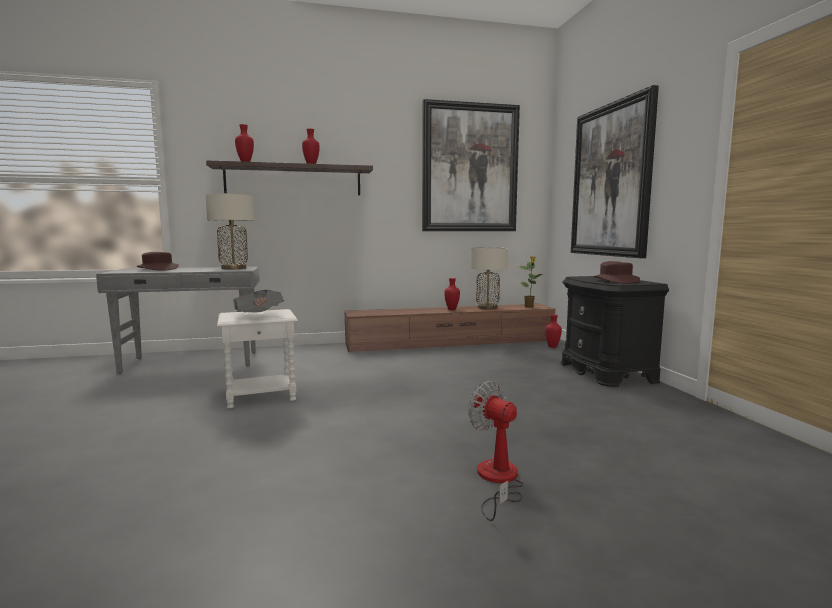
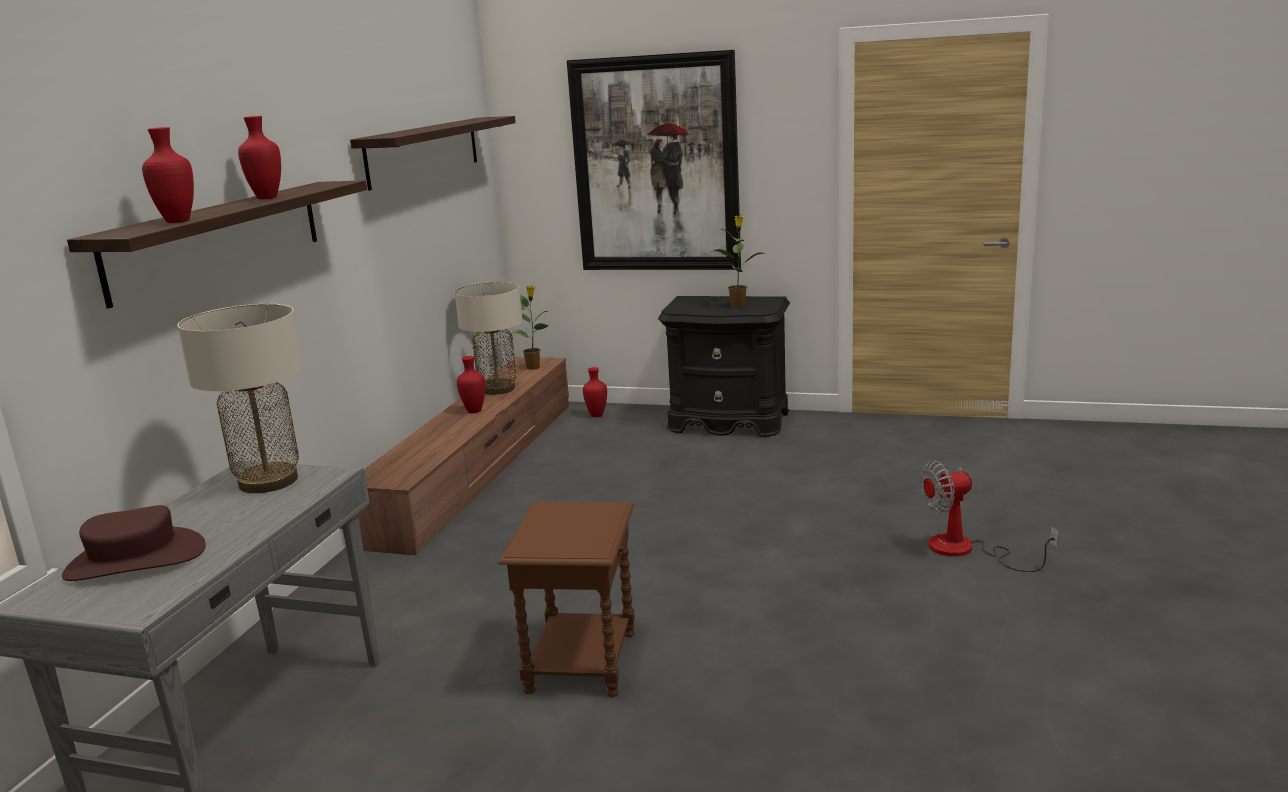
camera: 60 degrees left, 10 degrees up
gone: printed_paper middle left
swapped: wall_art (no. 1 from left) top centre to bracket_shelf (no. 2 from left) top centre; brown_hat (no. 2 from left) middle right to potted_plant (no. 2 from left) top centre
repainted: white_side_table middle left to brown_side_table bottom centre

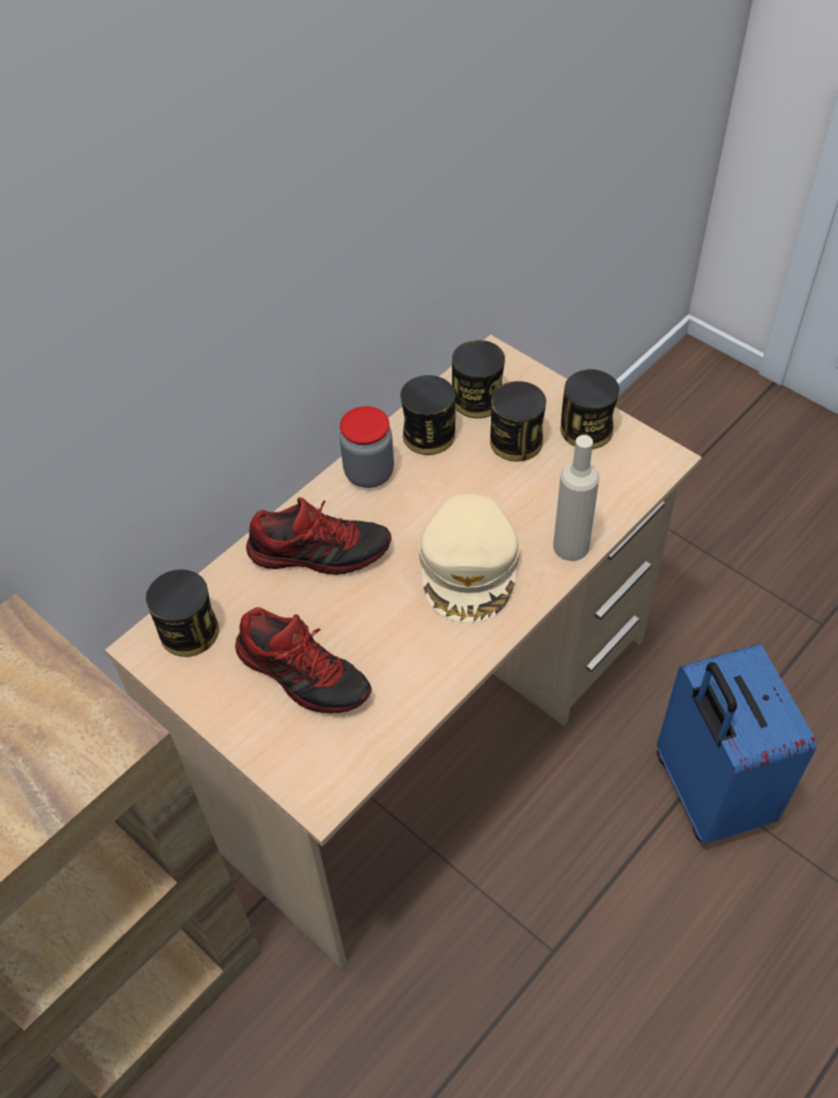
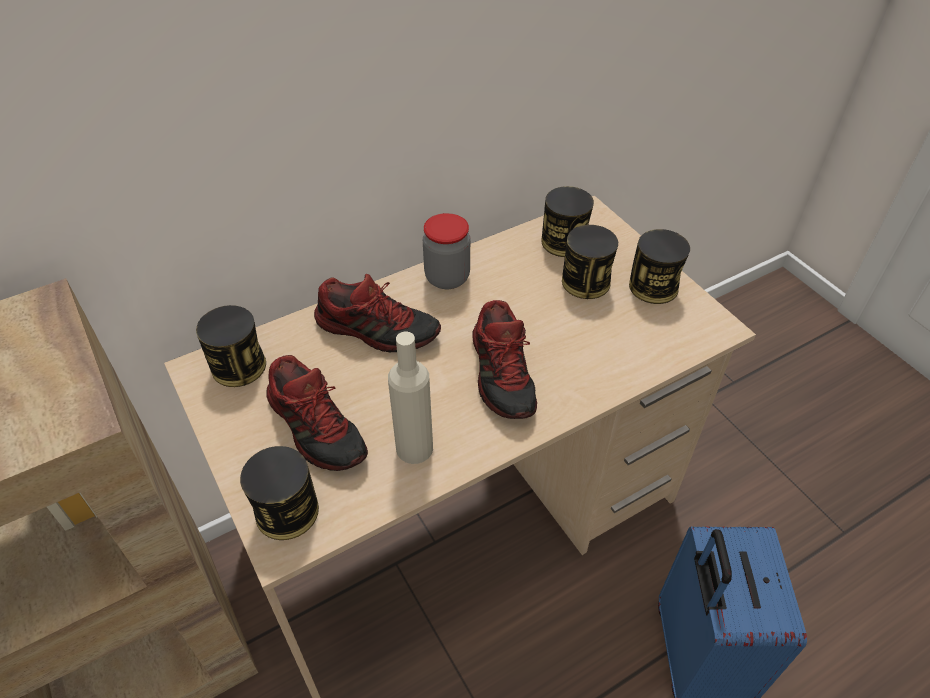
camera: 15 degrees right, 5 degrees down
shifted: sealed_can (no. 2 from left) centre to bottom left; beige-coloured_beverage_bottle middle right to centre
swapped: beige-coloured_cap centre to shoe (no. 3 from left) centre

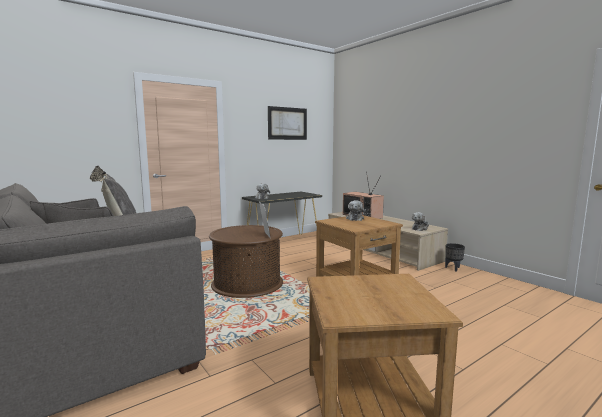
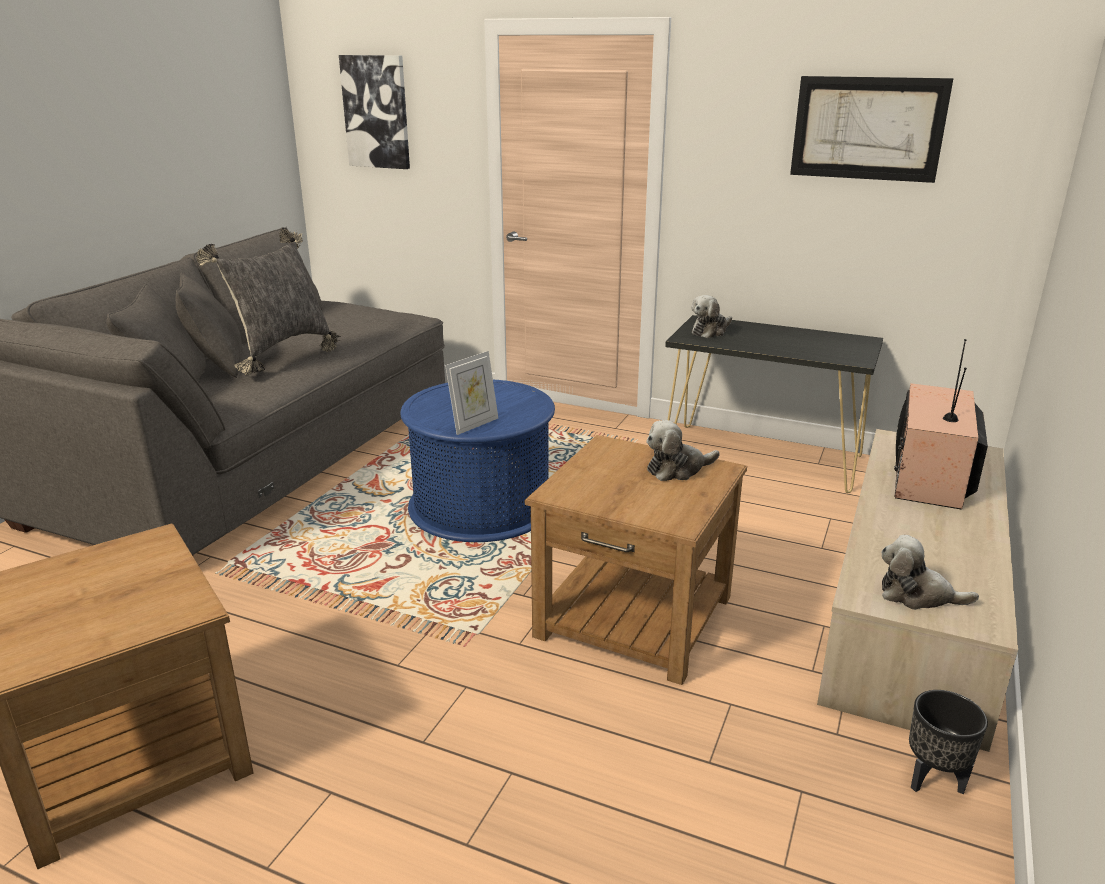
camera: 60 degrees right, 15 degrees up
new: wall_art (no. 1 from left) top centre
repainted: brown_coffee_table centre to blue_coffee_table centre

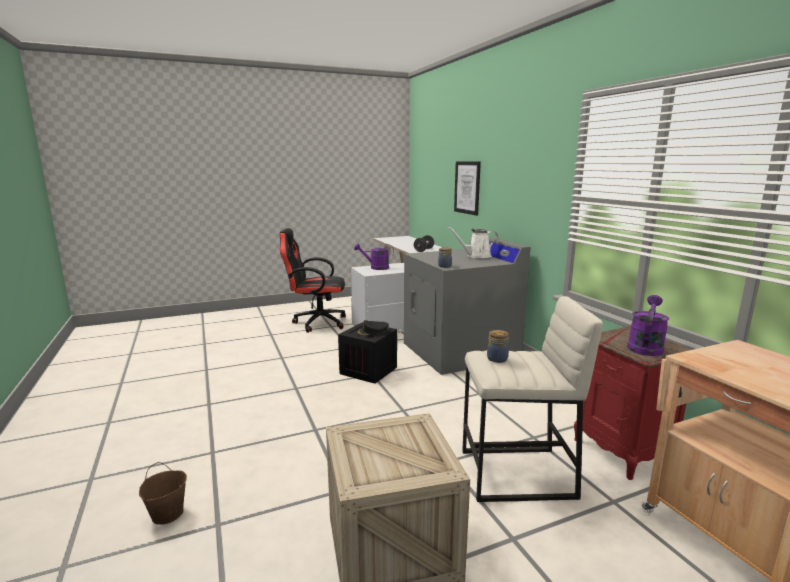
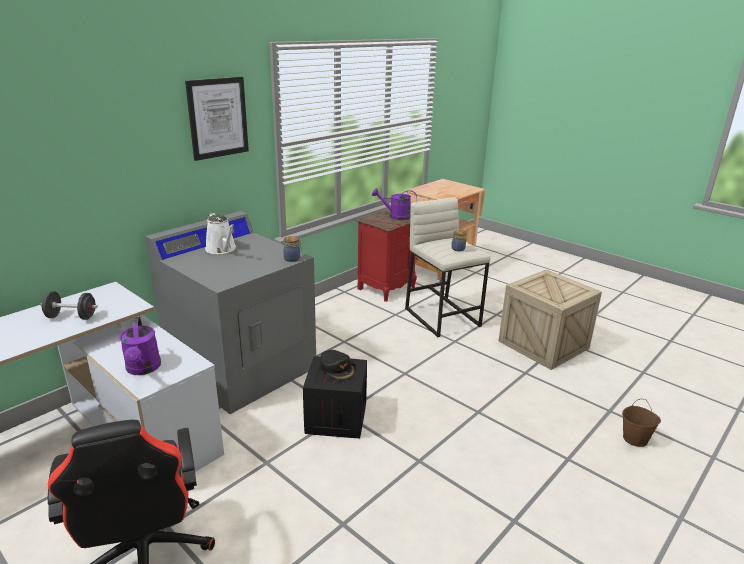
camera: 115 degrees left, 10 degrees up
shifted: wall_art top centre to top left

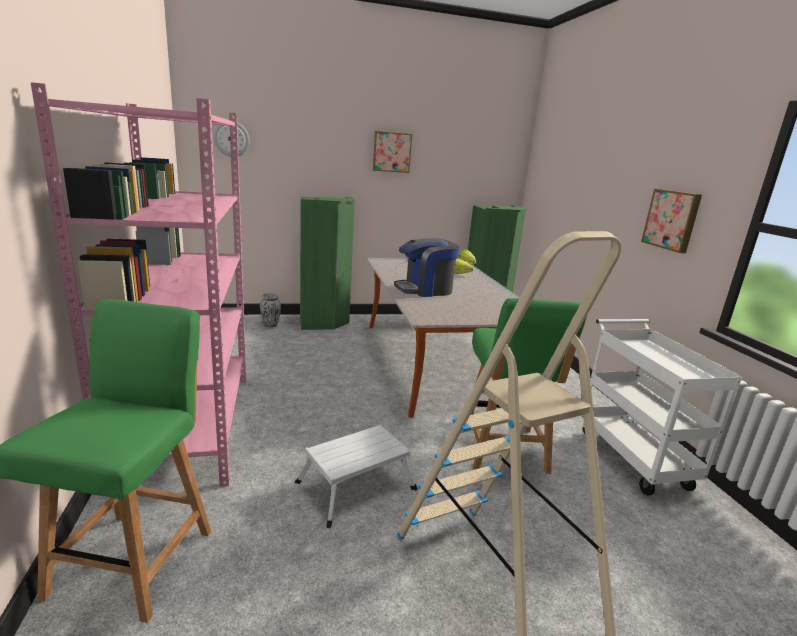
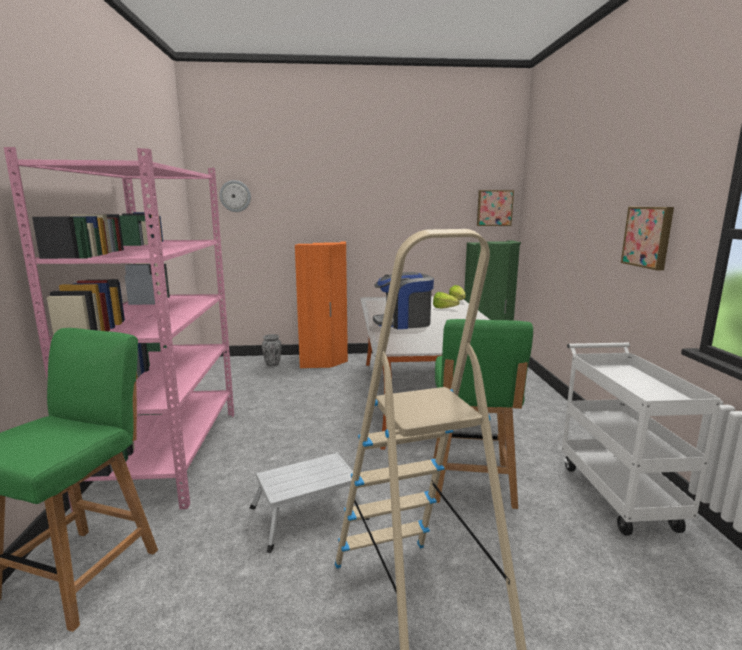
camera: 10 degrees right, 5 degrees down
shifted: wall_art (no. 1 from left) top centre to top right
repainted: green_storage_cabinet (no. 1 from left) centre to orangey_storage_cabinet centre

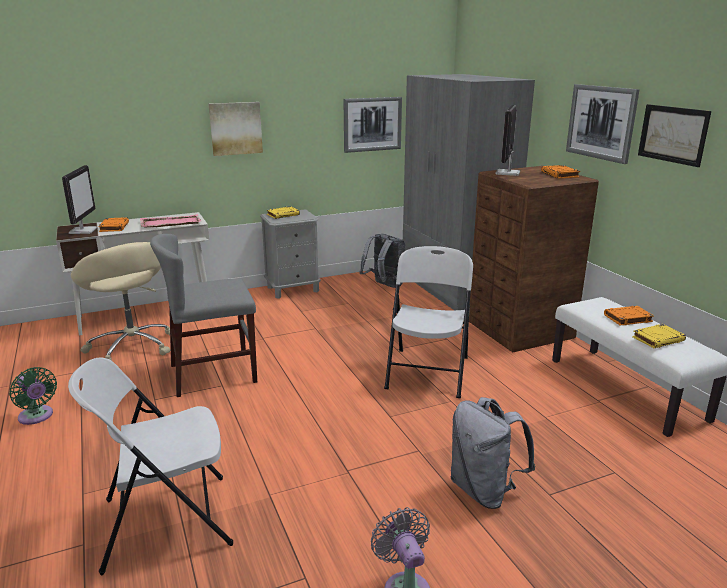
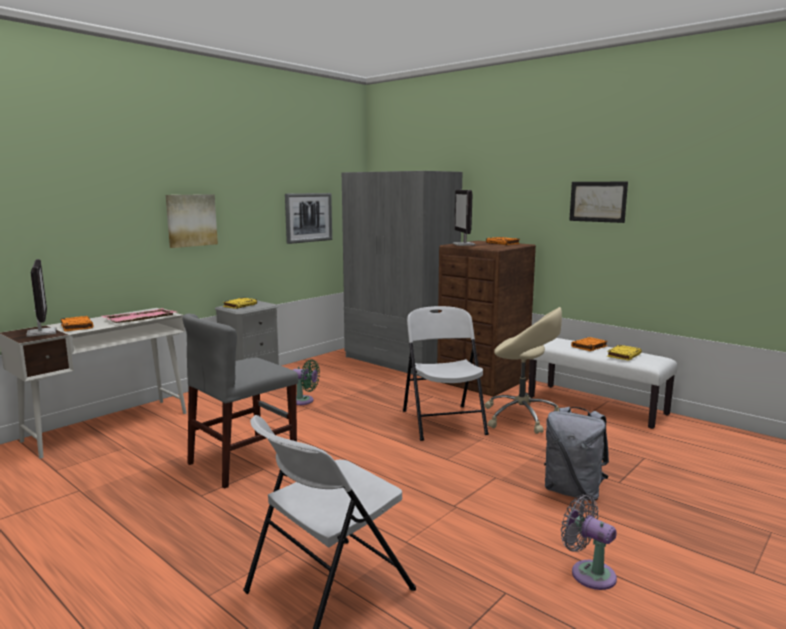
camera: 25 degrees left, 10 degrees down
gone: greyish_backpack (no. 1 from left) centre; wall_art (no. 3 from left) top right
shifted: green_electric_fan bottom left to centre; beige-coloured_desk_chair middle left to centre

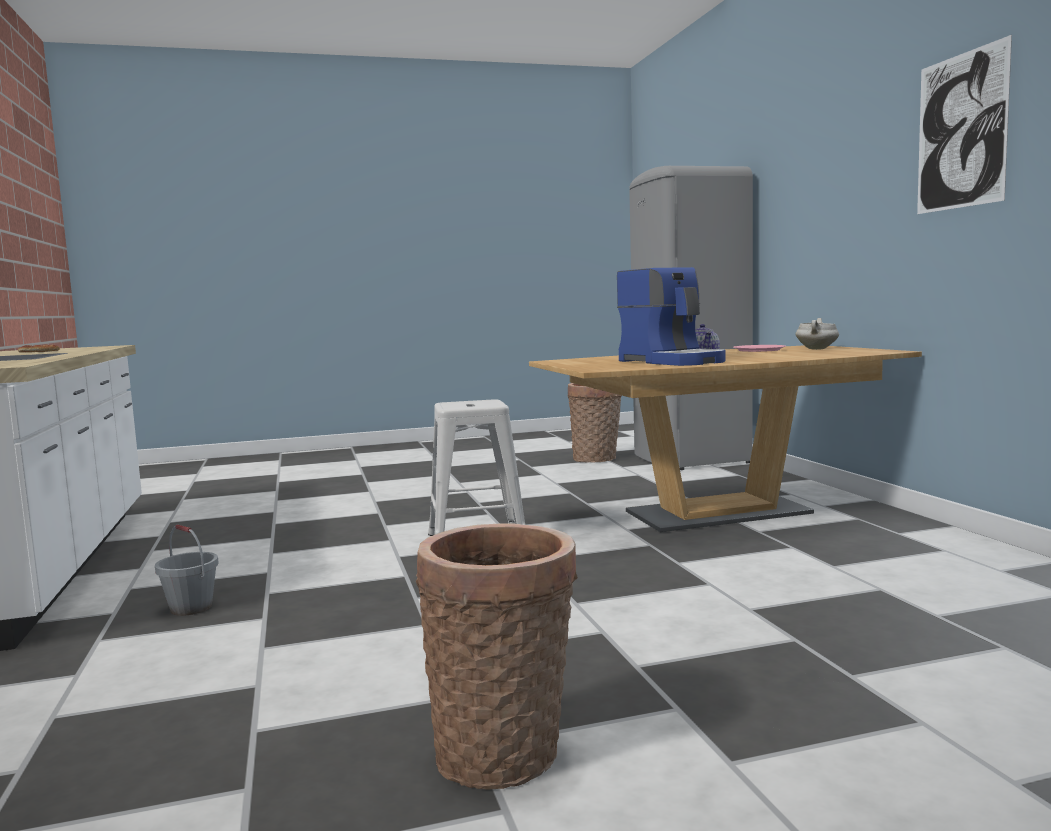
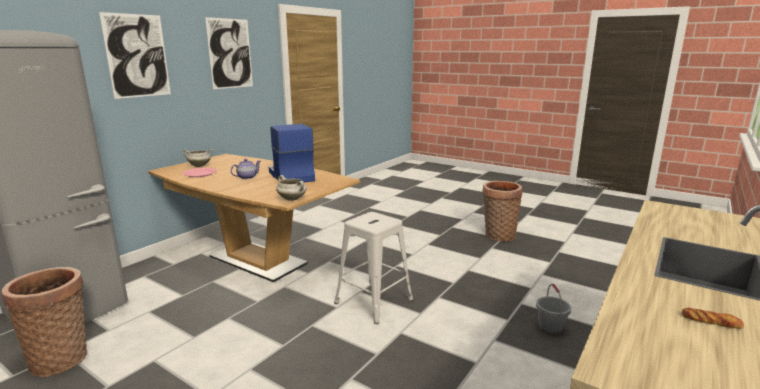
camera: 130 degrees left, 10 degrees up
new: wall_art (no. 1 from left) top left; white_cooking_pot (no. 2 from left) centre
rotated: coffee_brewer centre = centre 45 degrees counterclockwise

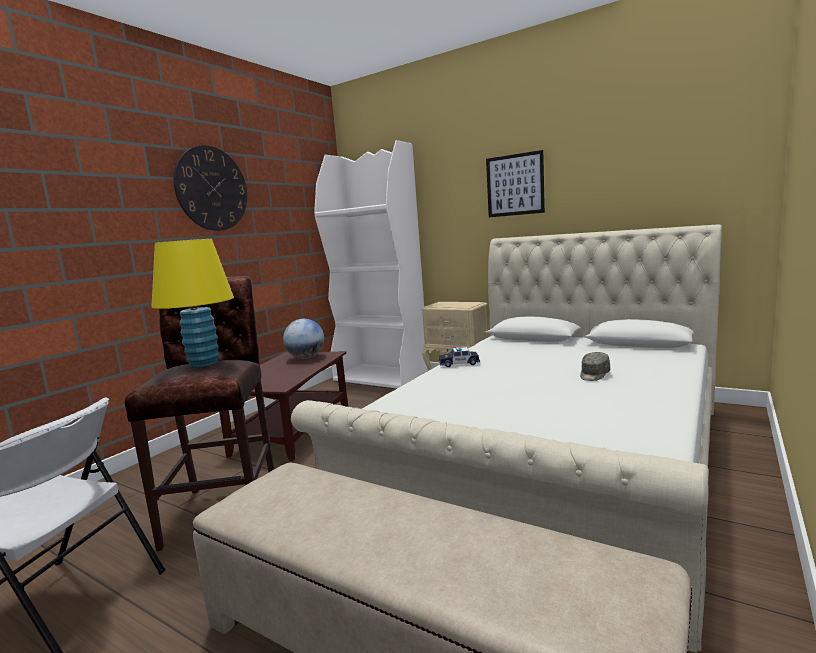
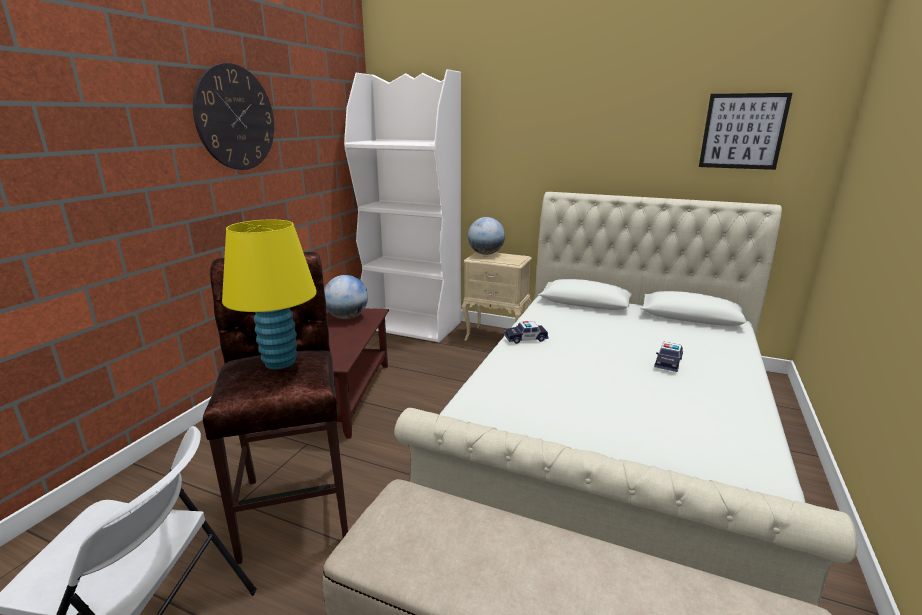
camera: 10 degrees left, 10 degrees up
new: world_globe (no. 2 from left) centre
shifted: wall_art top centre to top right
swapped: greyish_cap middle right to miniature_car (no. 2 from left) middle right

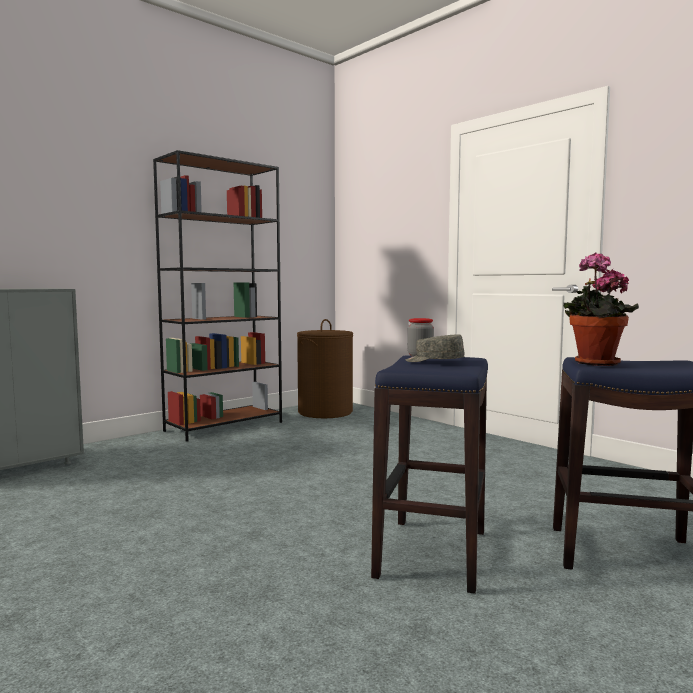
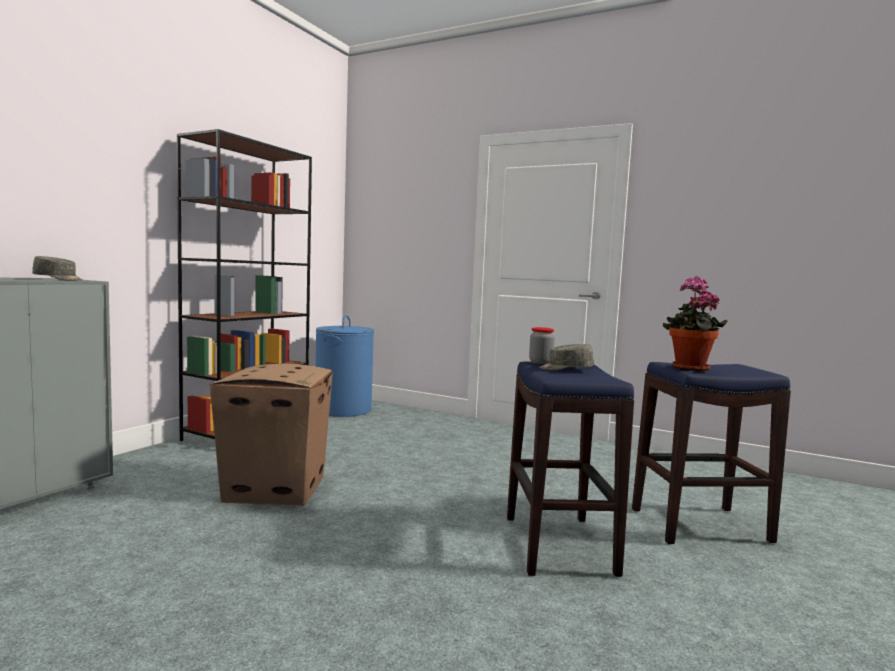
camera: 20 degrees left, 0 degrees up
new: greyish_cap (no. 1 from left) middle left; cardboard_box middle left
repainted: brown_laundry_basket centre to blue_laundry_basket centre

